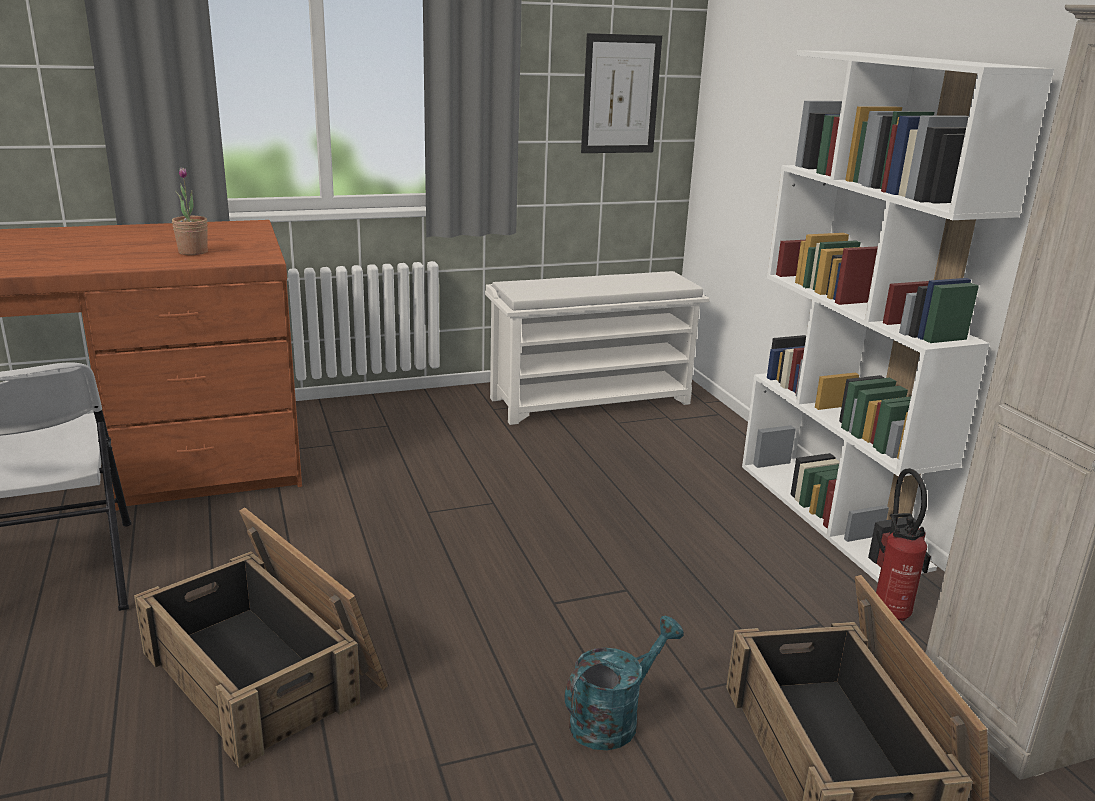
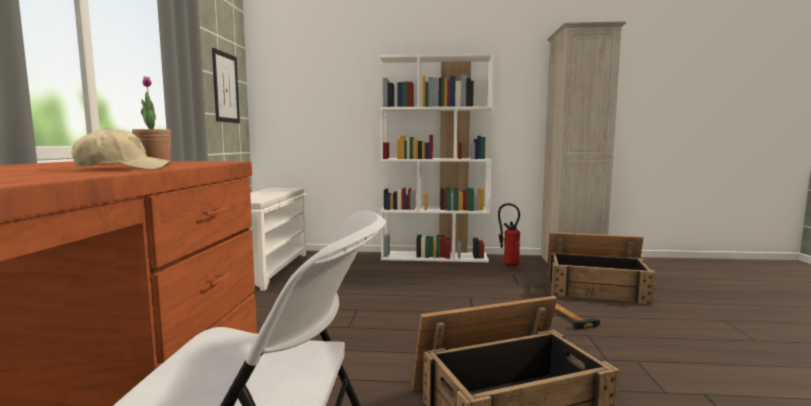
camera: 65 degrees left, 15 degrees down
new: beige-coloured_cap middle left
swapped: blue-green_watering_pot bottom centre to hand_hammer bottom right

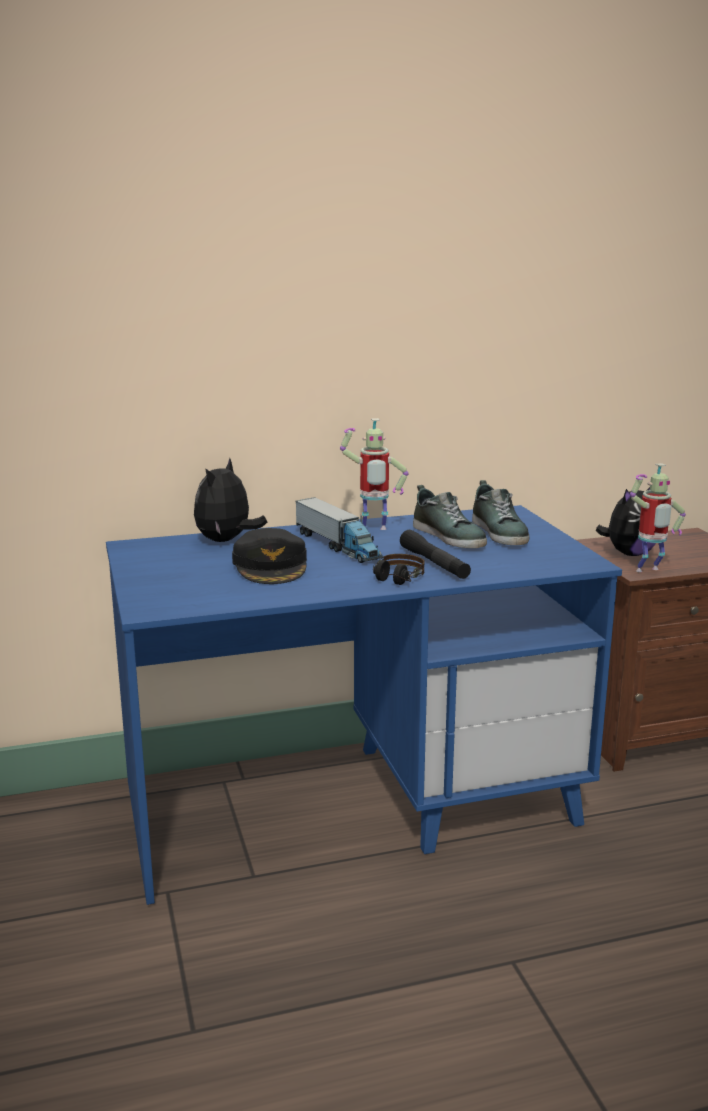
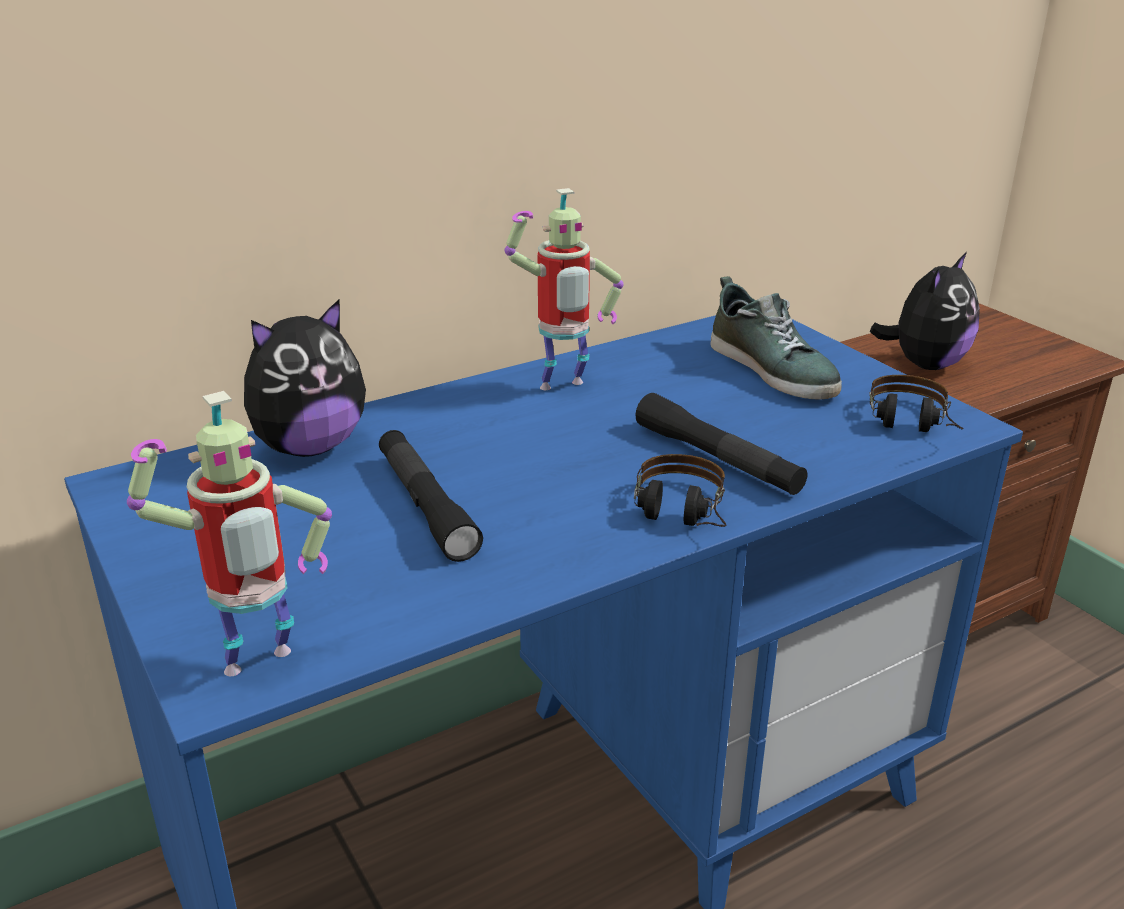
camera: 15 degrees left, 10 degrees up
gone: toy_truck centre; shoe (no. 1 from left) centre
new: headphones (no. 2 from left) middle right
shifted: model_robot (no. 2 from left in the first image) middle right to model_robot (no. 1 from left) middle left
swapped: black_cap centre to black_hand_torch (no. 1 from left) centre
rotated: soft_toy (no. 1 from left) middle left = middle left 135 degrees counterclockwise

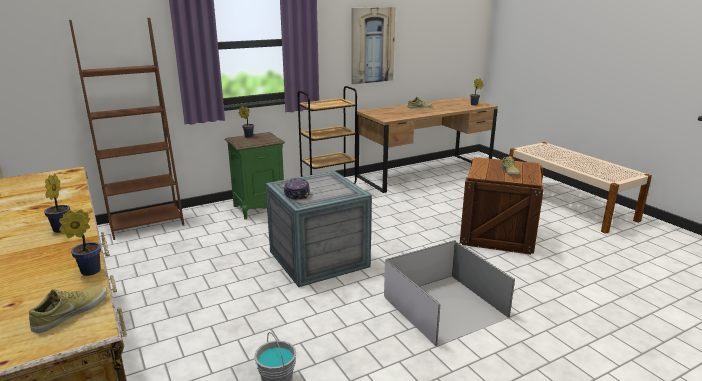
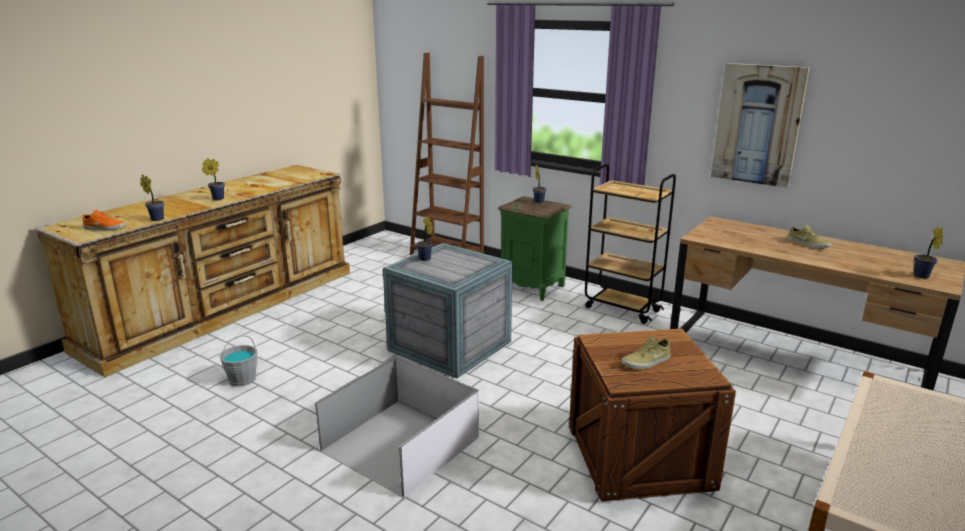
camera: 65 degrees right, 0 degrees up
swapped: cap centre to potted_plant (no. 3 from left) centre
repainted: beige-coloured_shoe (no. 1 from left) bottom left to orangey_shoe middle left

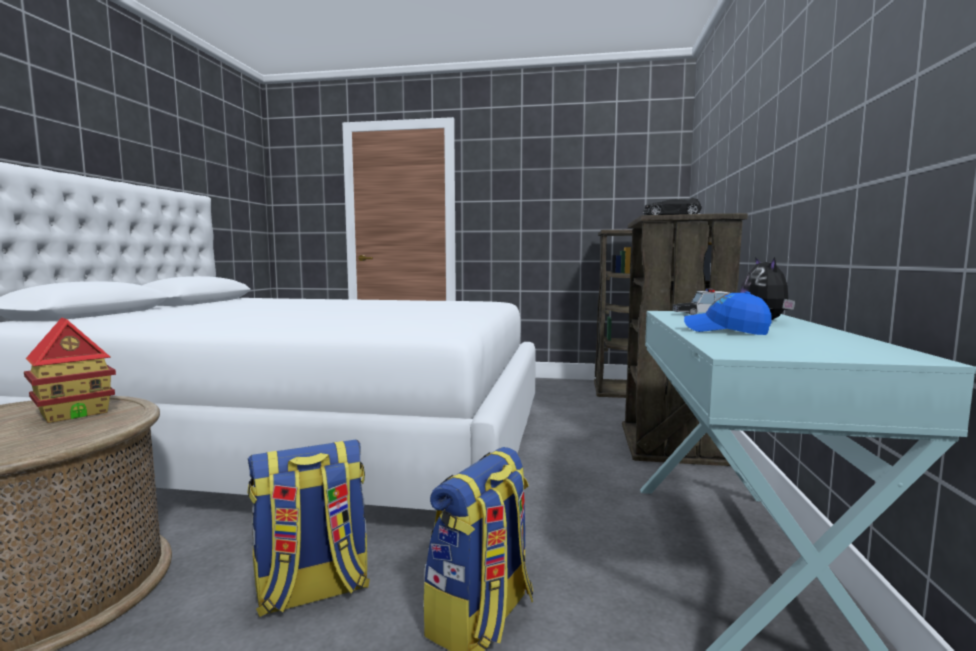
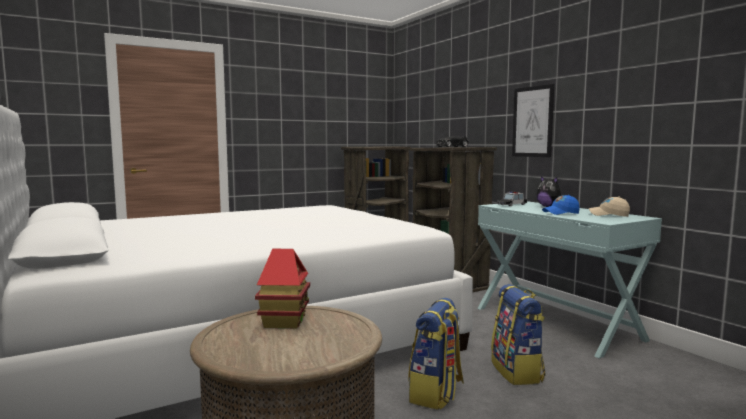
camera: 40 degrees left, 0 degrees up
new: wall_art top right; beige-coloured_cap middle right

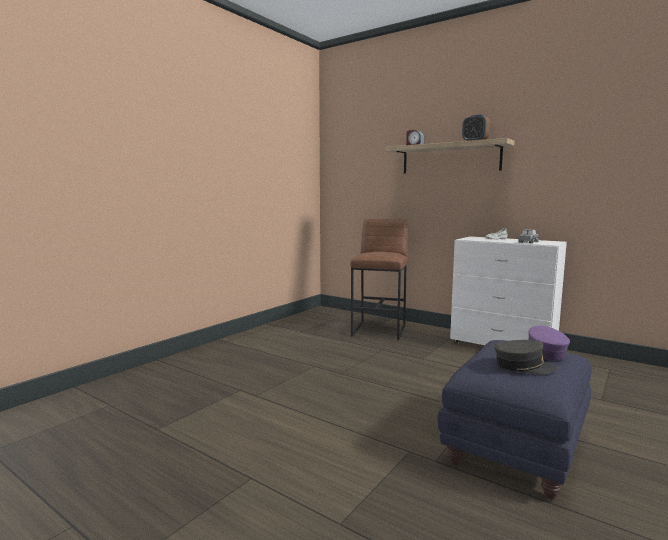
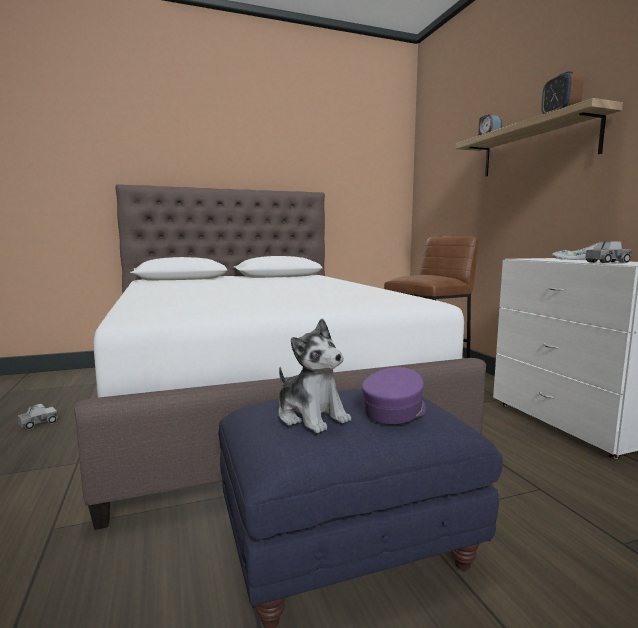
camera: 35 degrees right, 0 degrees up
new: toy_truck (no. 1 from left) middle left; white_bed centre
swapped: greyish_cap middle right to soft_toy centre

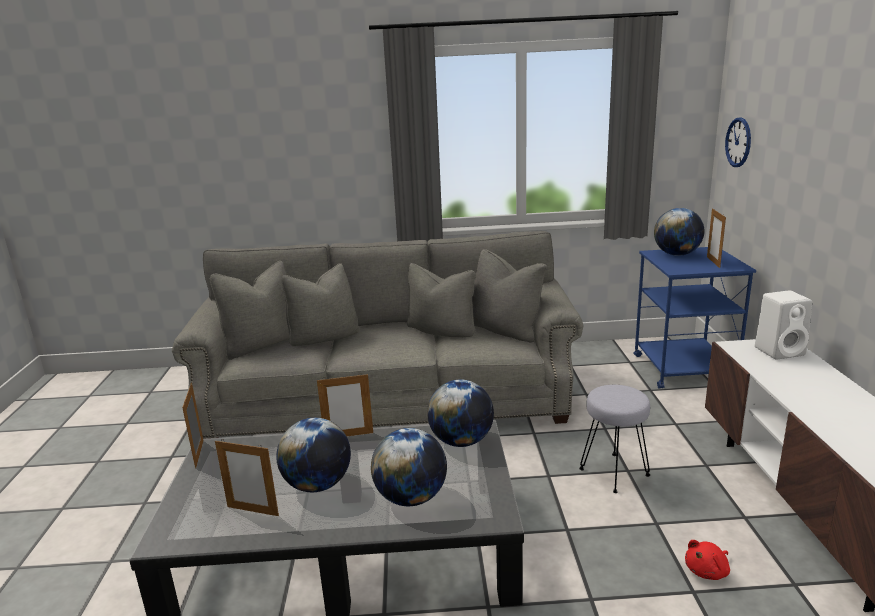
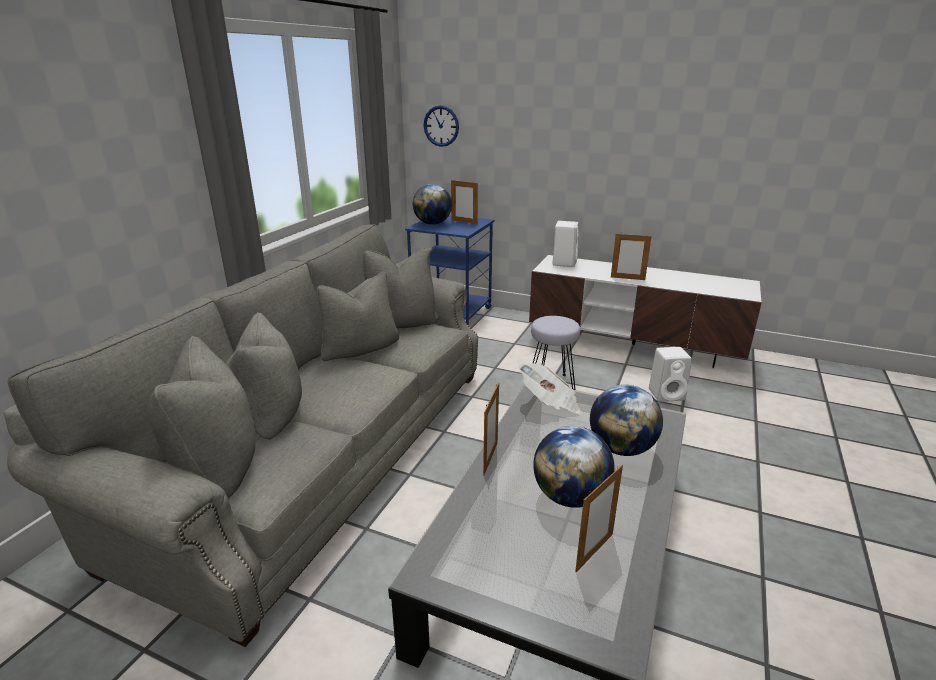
camera: 65 degrees left, 5 degrees up
shifted: picture_frame (no. 1 from left in the first image) bottom left to picture_frame (no. 4 from left) middle right
swapped: world_globe (no. 3 from left) bottom centre to printed_paper centre; red_soft_toy bottom right to white_audio_speaker (no. 2 from left) middle right

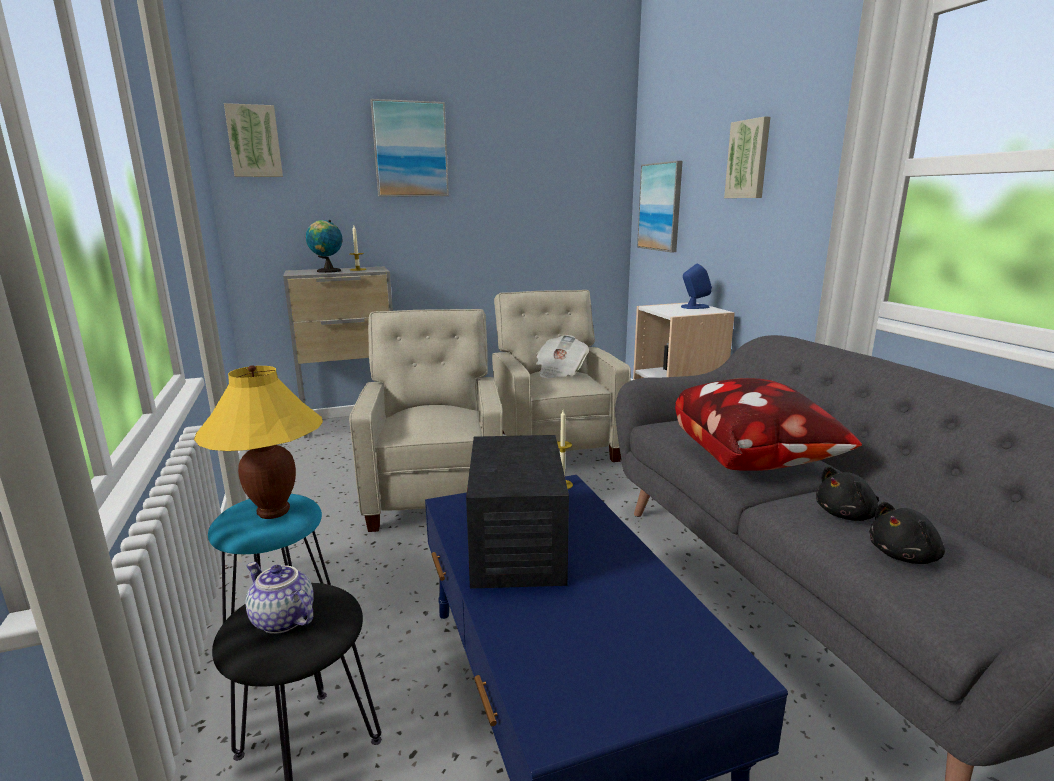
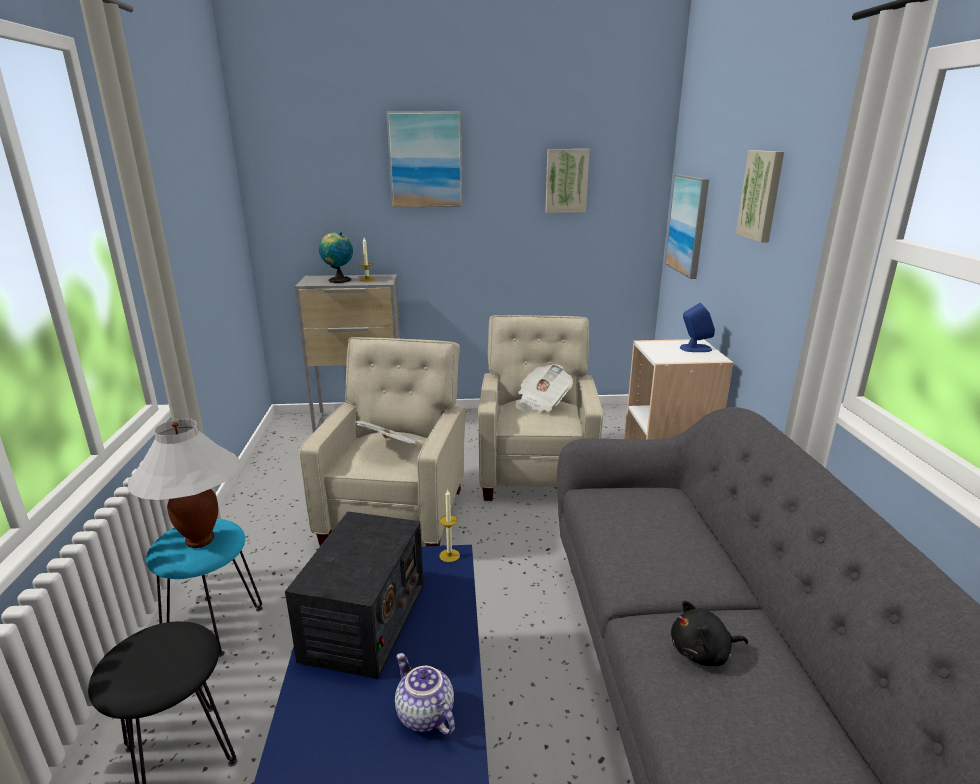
camera: 15 degrees right, 5 degrees up
gone: throw_pillow middle right; black_soft_toy (no. 2 from left) bottom right
new: printed_paper (no. 1 from left) centre
shifted: wall_art (no. 1 from left in the first image) top left to wall_art (no. 2 from left) top centre; pot_for_tea bottom left to bottom centre
repainted: yellow_lamp_for_a_table middle left to white_lamp_for_a_table middle left

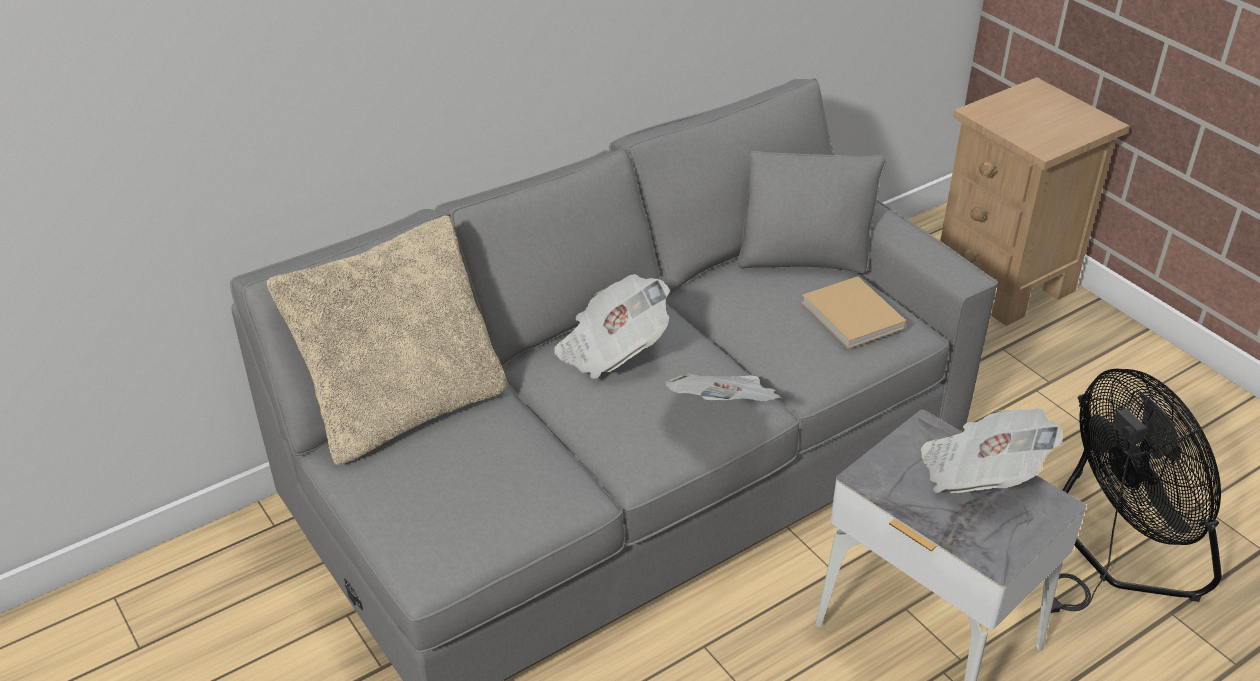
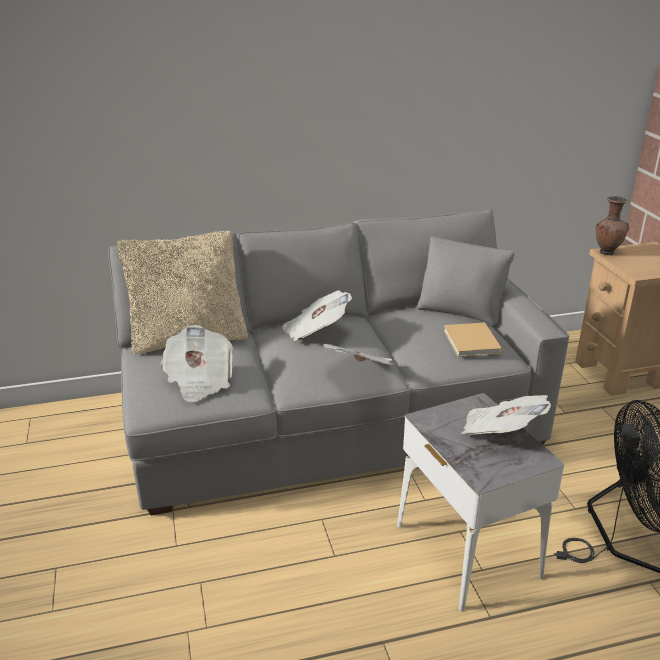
camera: 20 degrees right, 10 degrees down
new: printed_paper (no. 1 from left) middle left; brown_decorative_vase middle right

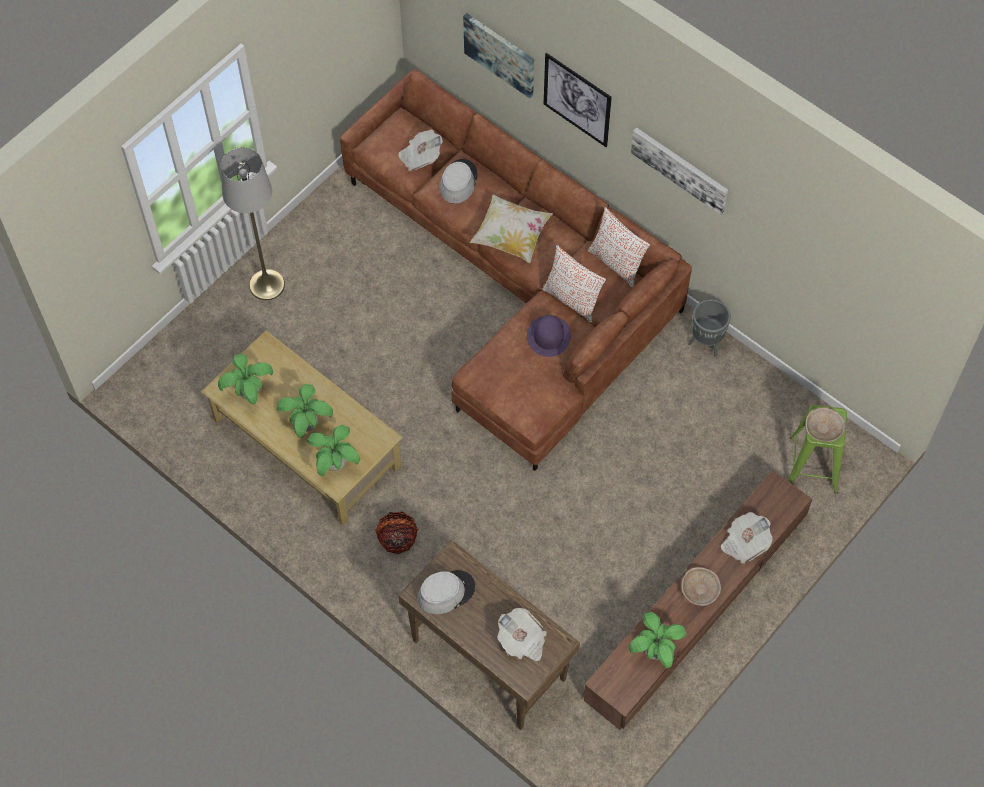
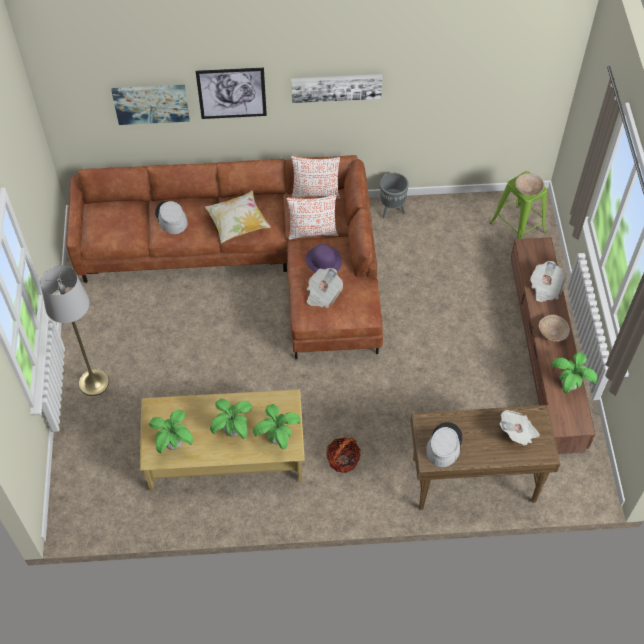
camera: 45 degrees left, 5 degrees down
shifted: printed_paper (no. 1 from left) top centre to centre

